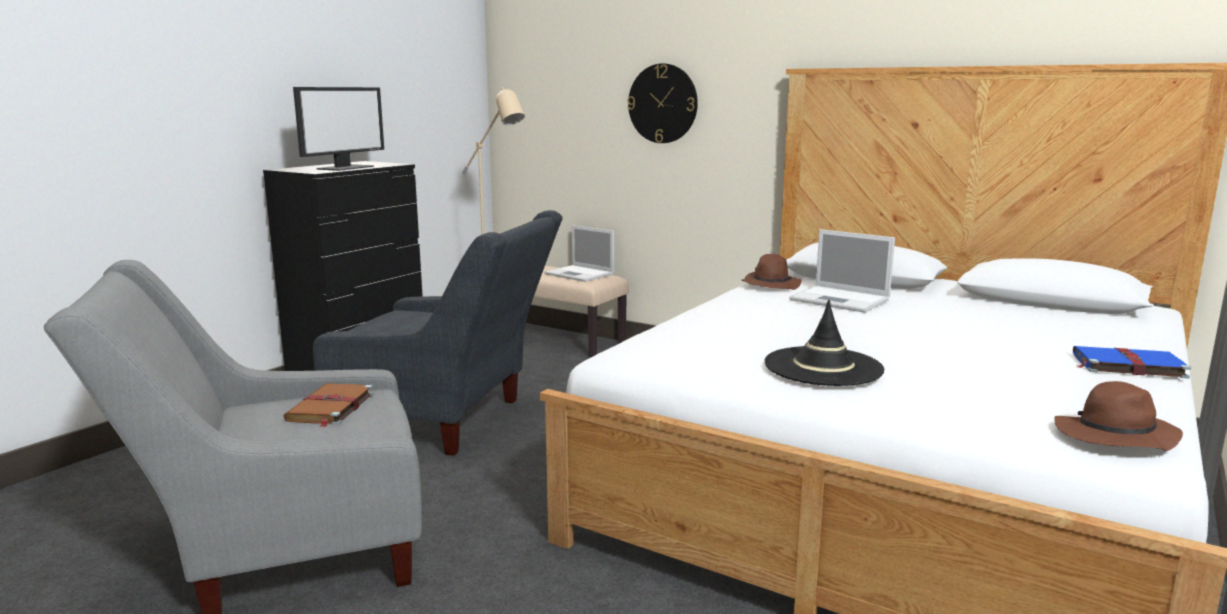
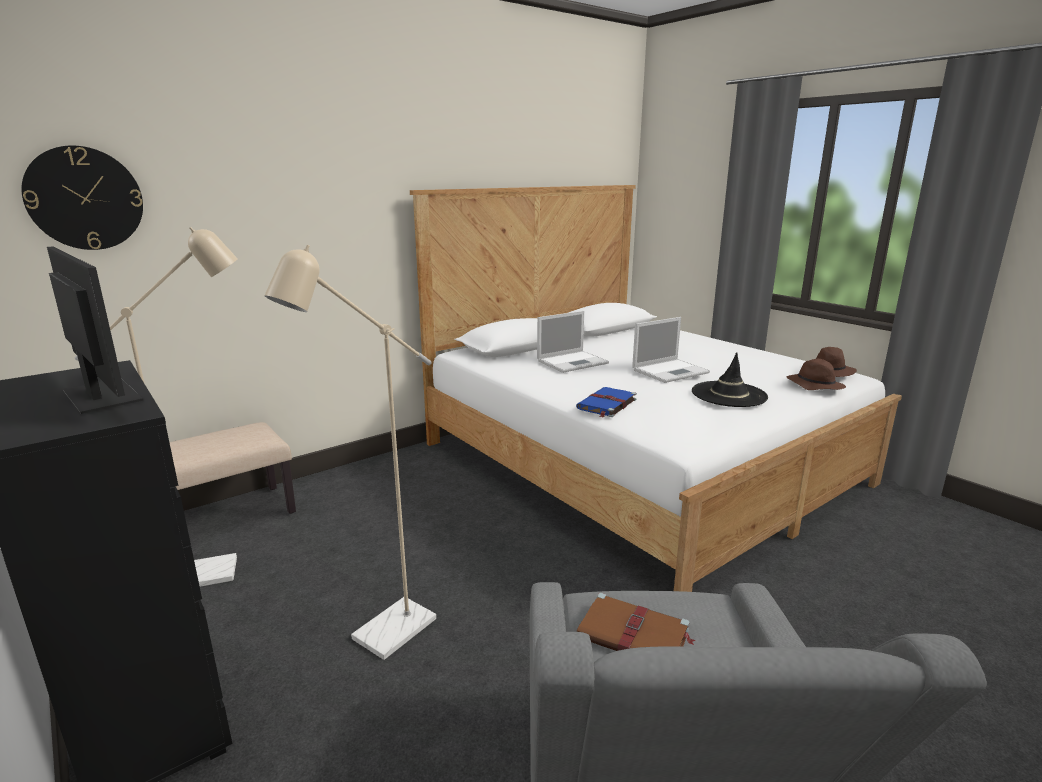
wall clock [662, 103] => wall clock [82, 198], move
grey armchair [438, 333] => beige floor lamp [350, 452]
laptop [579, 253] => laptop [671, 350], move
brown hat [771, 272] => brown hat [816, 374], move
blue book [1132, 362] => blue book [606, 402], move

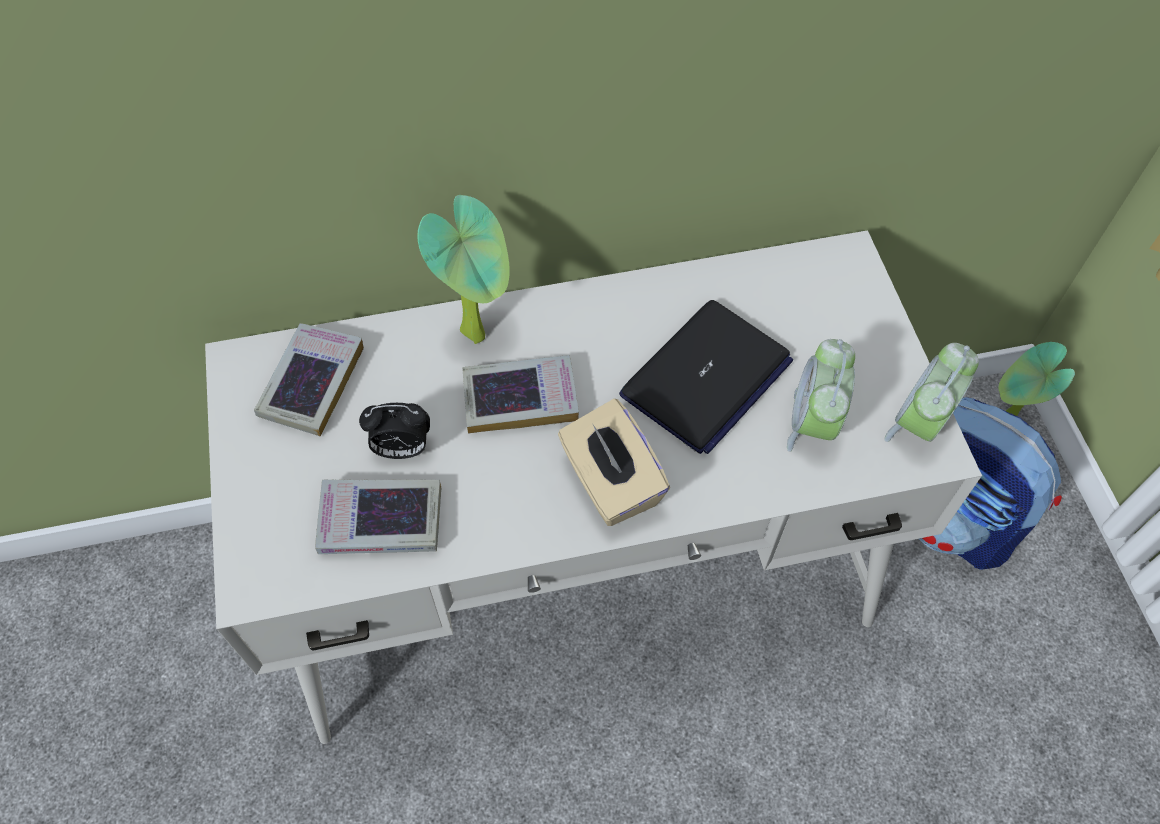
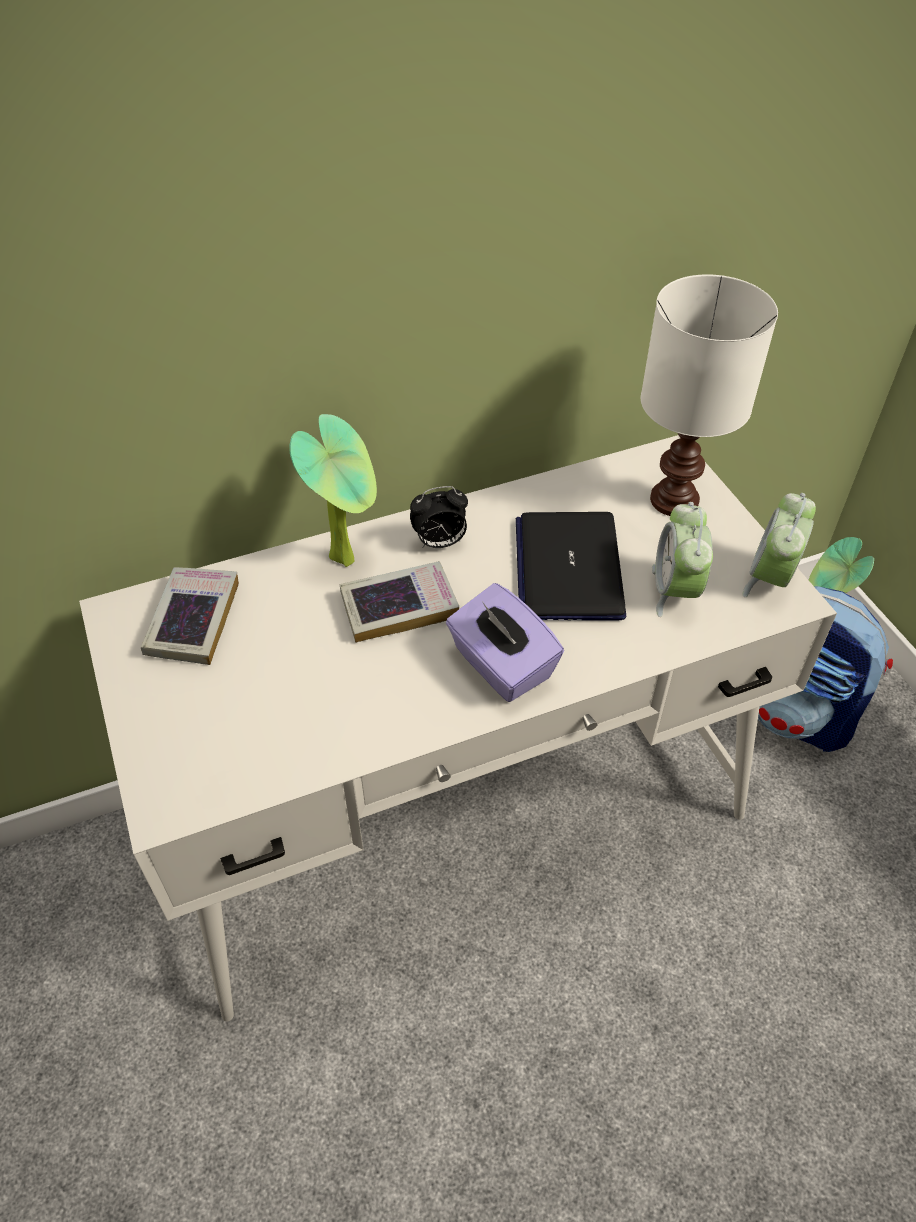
laptop [706, 377] => laptop [571, 566], 150 degrees clockwise
beige tissue box [614, 462] => purple tissue box [505, 642]
alarm clock [394, 431] => alarm clock [439, 517], move
book [378, 517] => nothing
nothing => white table lamp [709, 395]

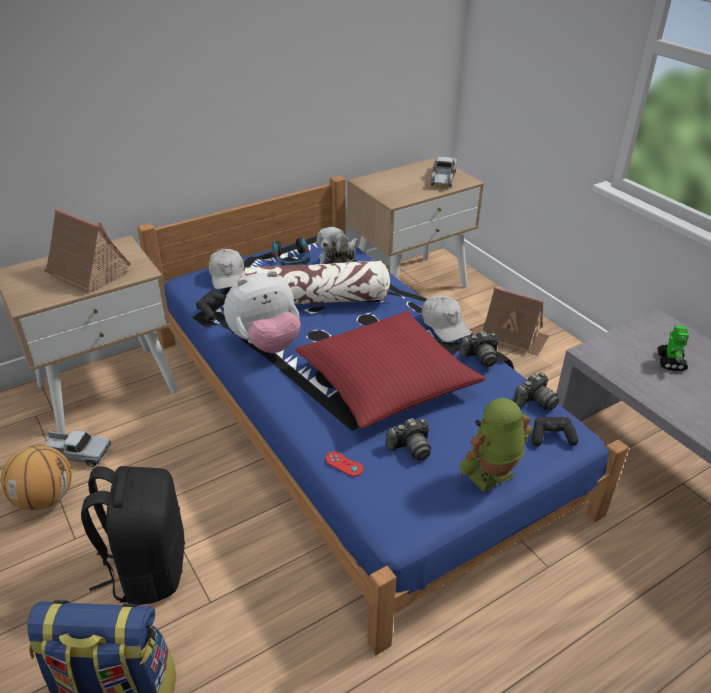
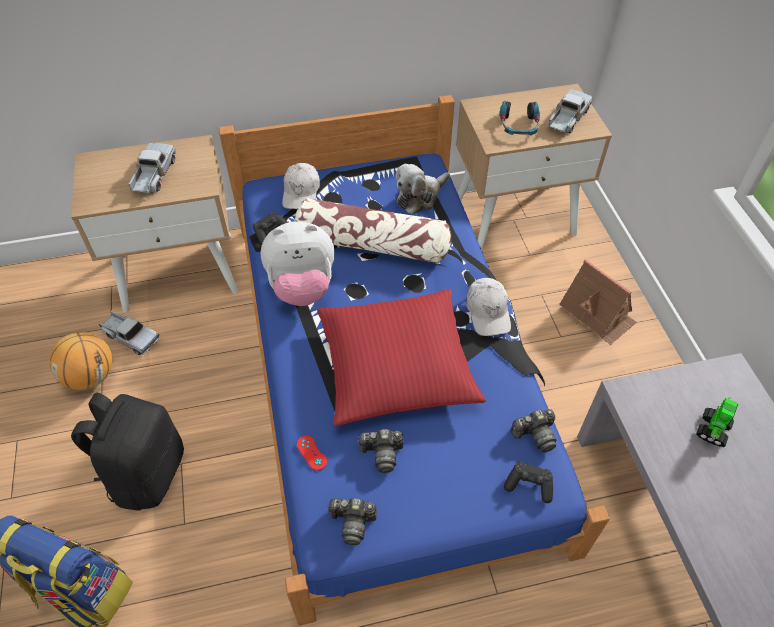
toy house [87, 250] => toy truck [152, 169]
headphones [291, 251] => headphones [519, 118], move
photo camera [478, 349] => photo camera [352, 521], move
toy robot [496, 445] => nothing

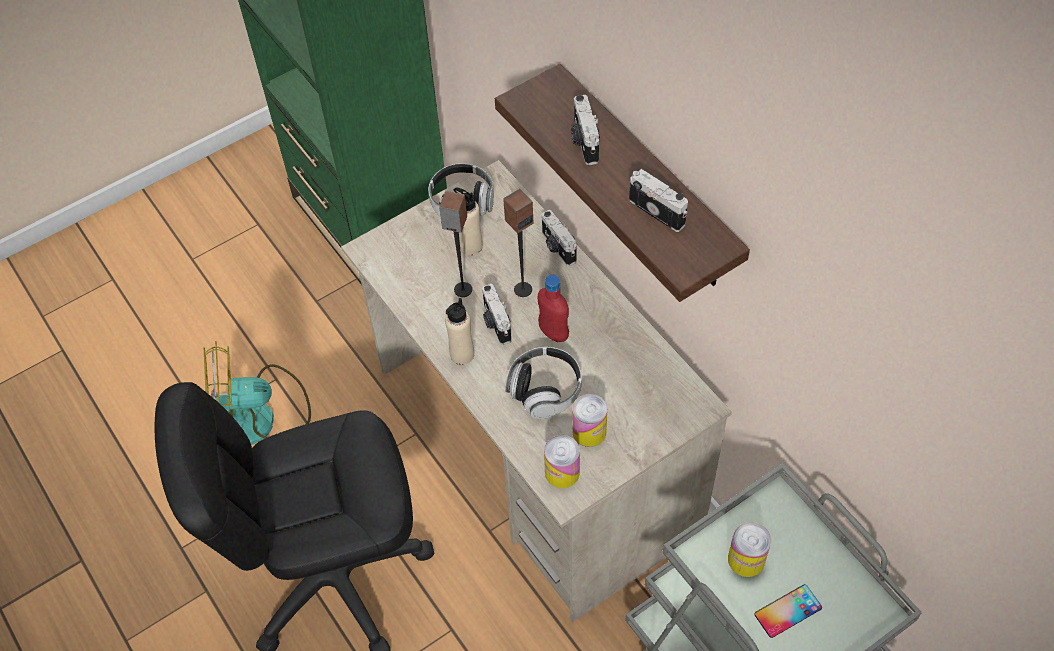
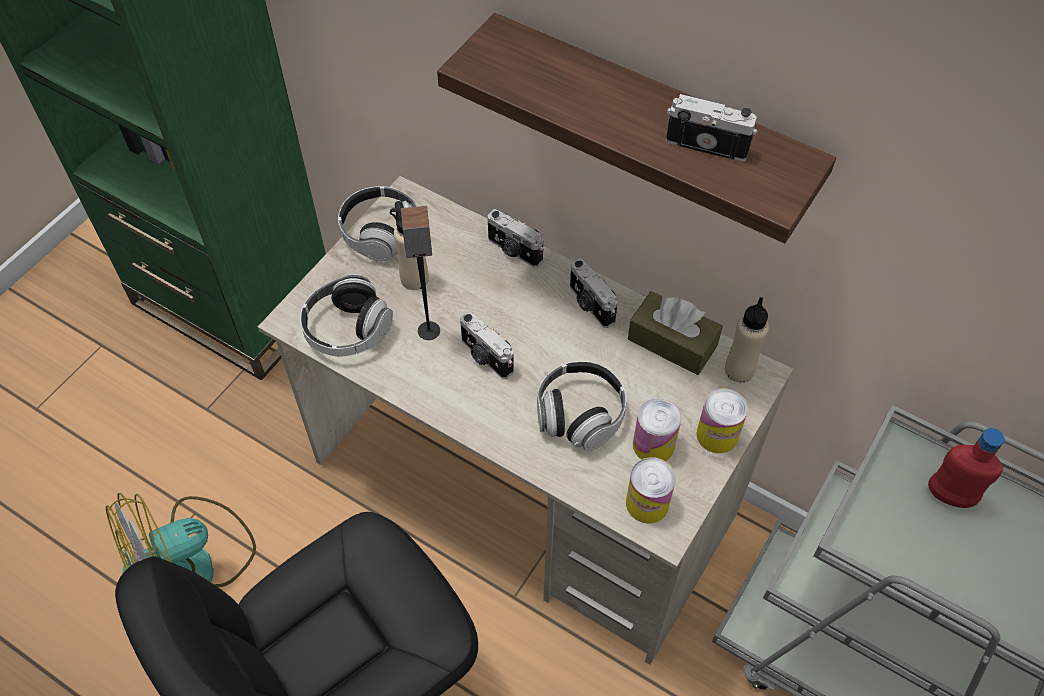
photo camera [585, 130] => photo camera [594, 293], move
speaker [518, 243] => nothing
red bottle [553, 308] => red bottle [966, 468], move
beige bottle [459, 331] => beige bottle [747, 340], move
can [749, 549] => can [722, 420], move
phone [788, 611] => nothing
nothing => headphones [346, 315]
nothing => brown tissue box [675, 333]

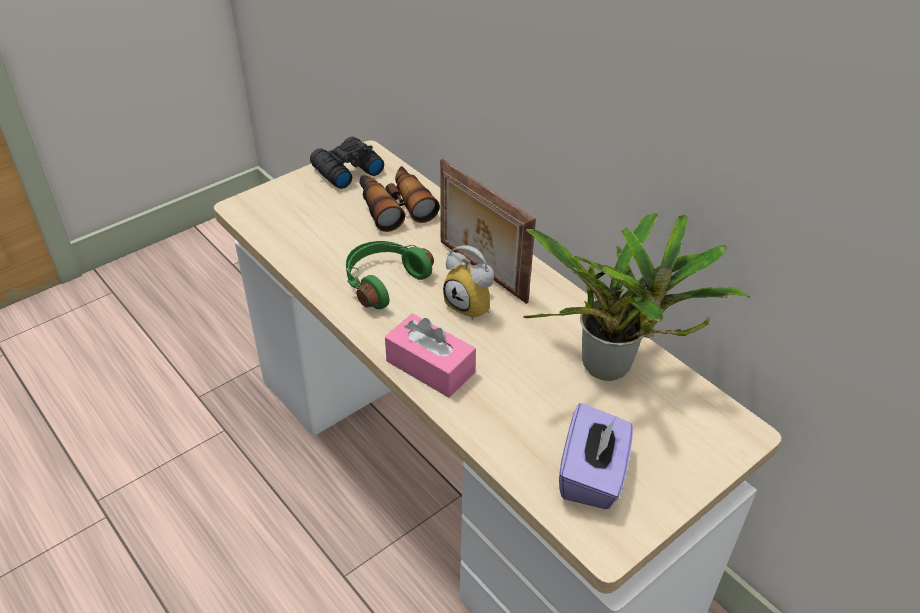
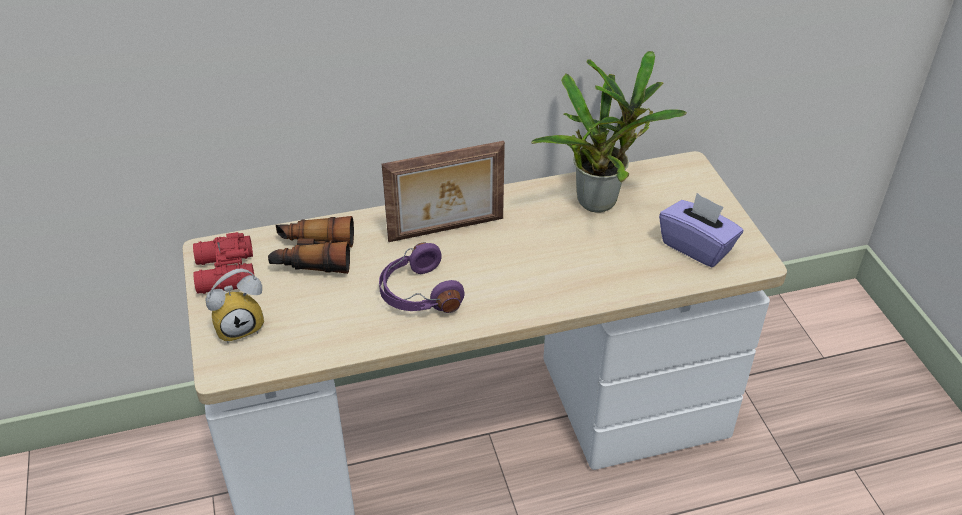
black binoculars [347, 163] => red binoculars [223, 263]
green headphones [390, 275] => purple headphones [422, 278]
alarm clock [468, 282] => alarm clock [234, 305], move
pink tissue box [430, 356] => nothing

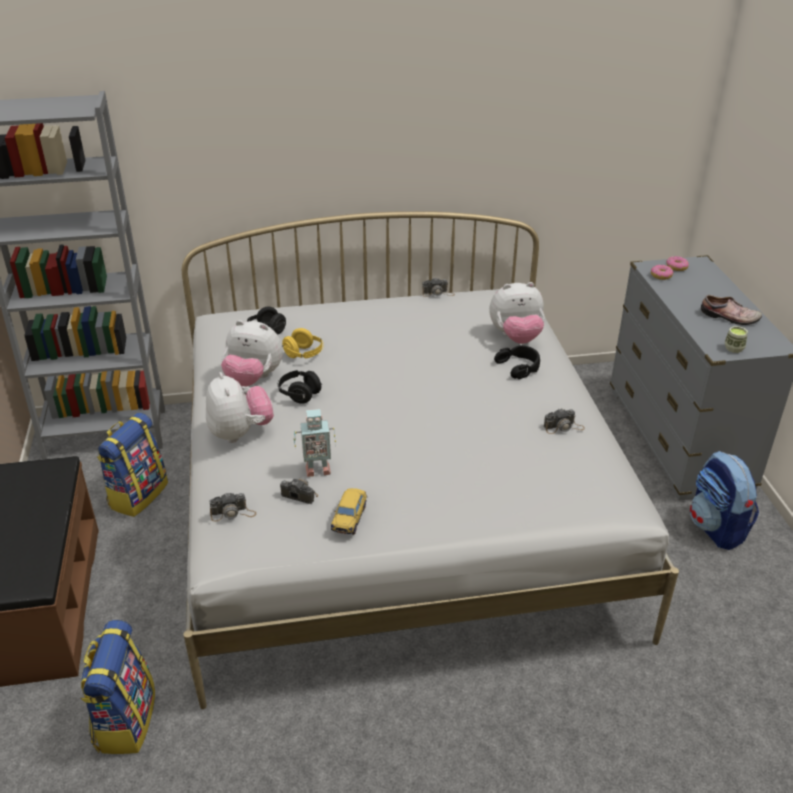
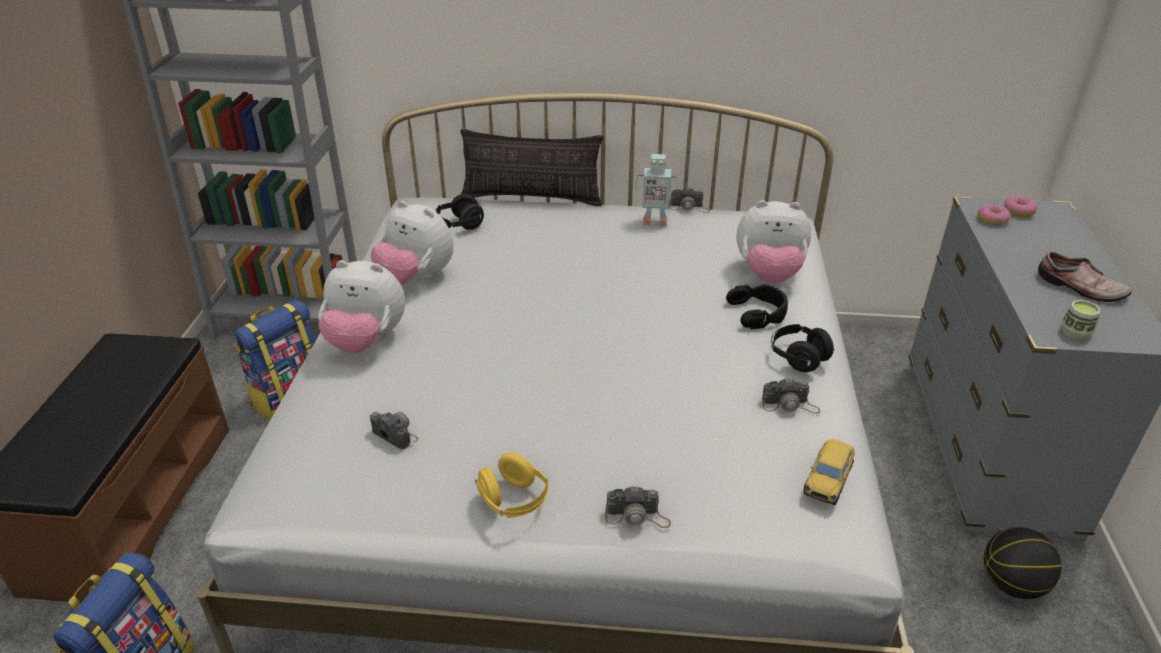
yellow headphones [302, 343] => yellow headphones [512, 485], move
black headphones [300, 387] => black headphones [803, 348], move
plush toy [240, 407] => plush toy [361, 306], 105 degrees clockwise
toy robot [315, 443] => toy robot [656, 190], move
backpack [724, 500] => basketball [1023, 563]
toy car [349, 511] => toy car [829, 472], move
photo camera [233, 506] => photo camera [638, 507], move
nothing => pillow [532, 167]

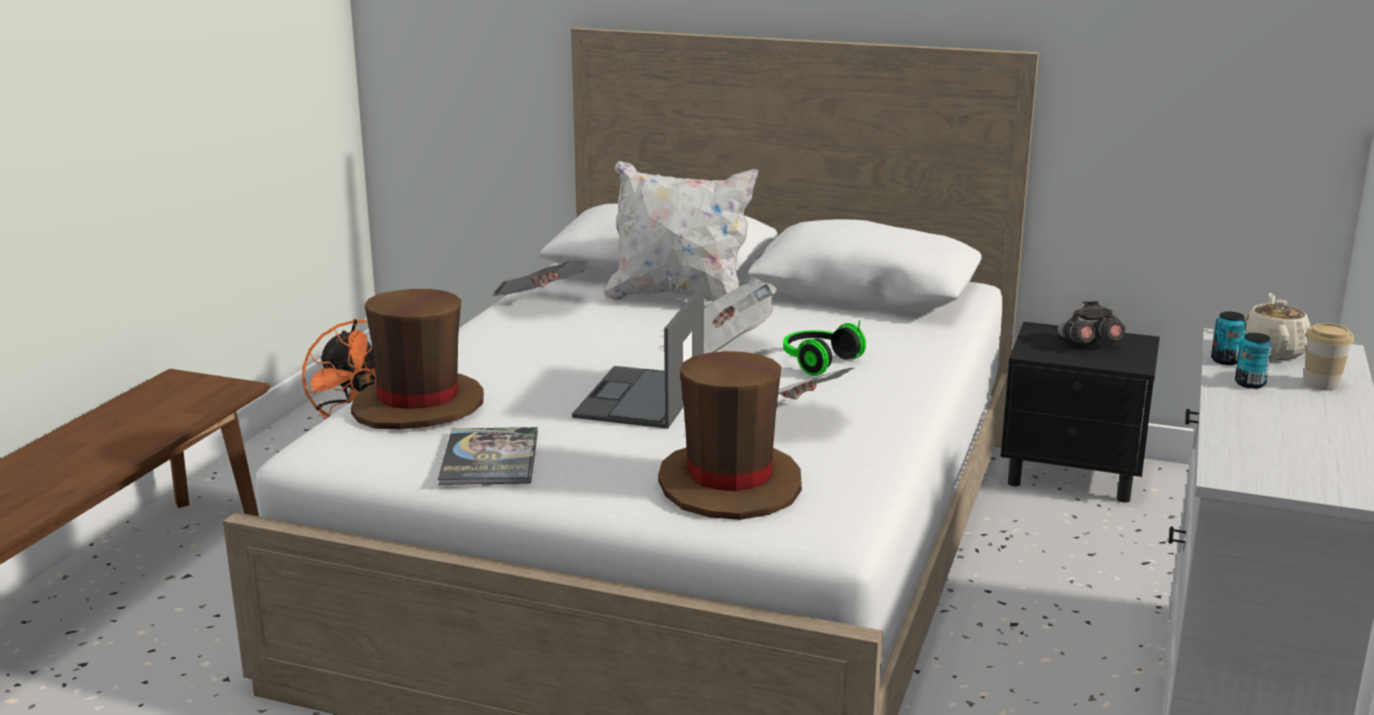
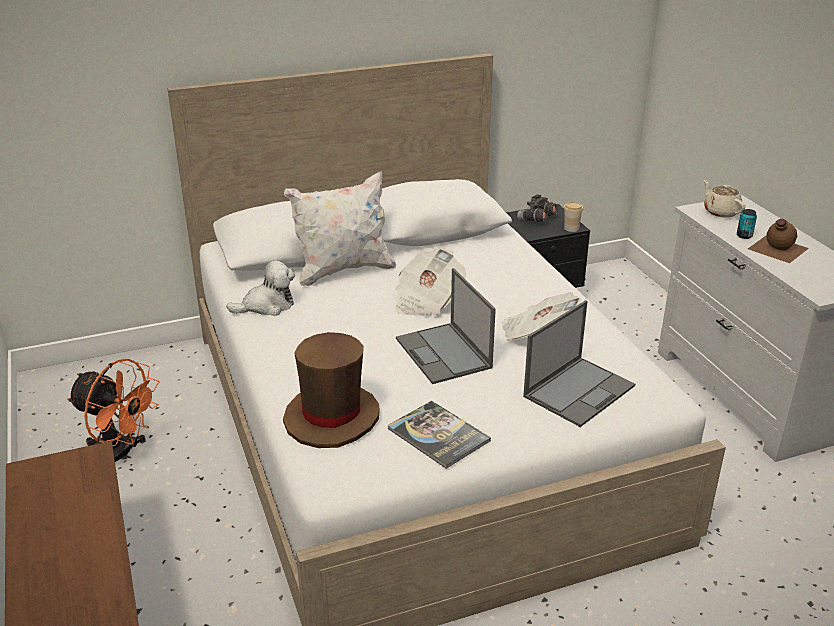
newspaper [540, 278] => plush toy [260, 288]
can [1228, 338] => nothing
headphones [824, 348] => nothing
cup [1329, 357] => cup [573, 217], move
brown hat [730, 435] => laptop [579, 363]
nothing => brown bottle [778, 241]

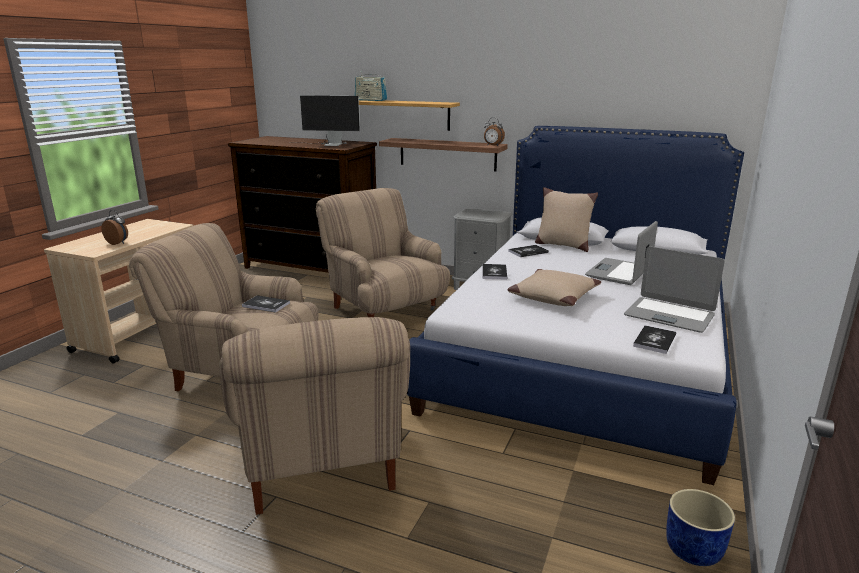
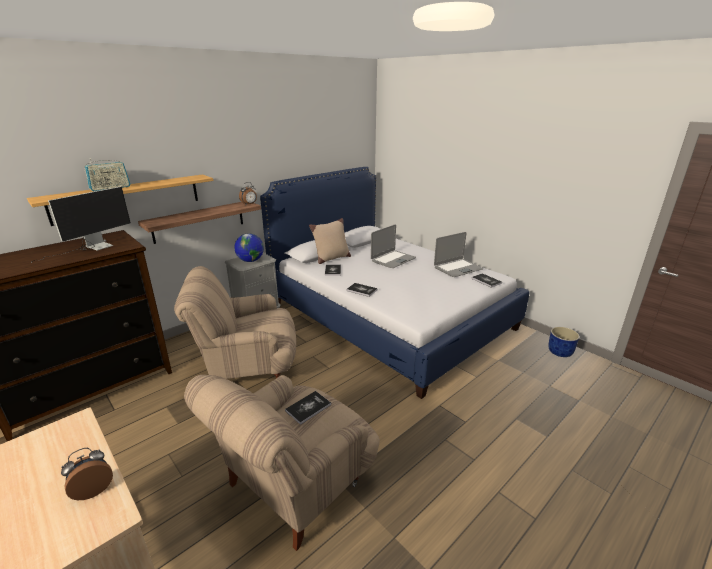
laptop [621, 253] => laptop [393, 246], 105 degrees counterclockwise
beige pillow [554, 287] => nothing
beige armchair [315, 416] => nothing
nothing => globe [249, 247]

